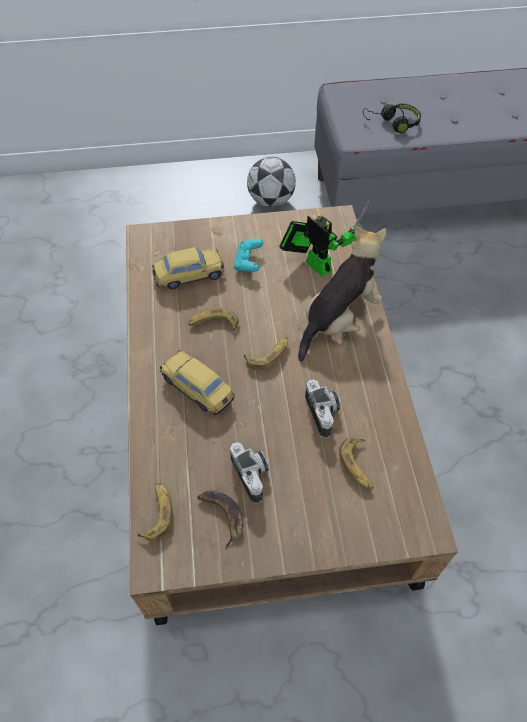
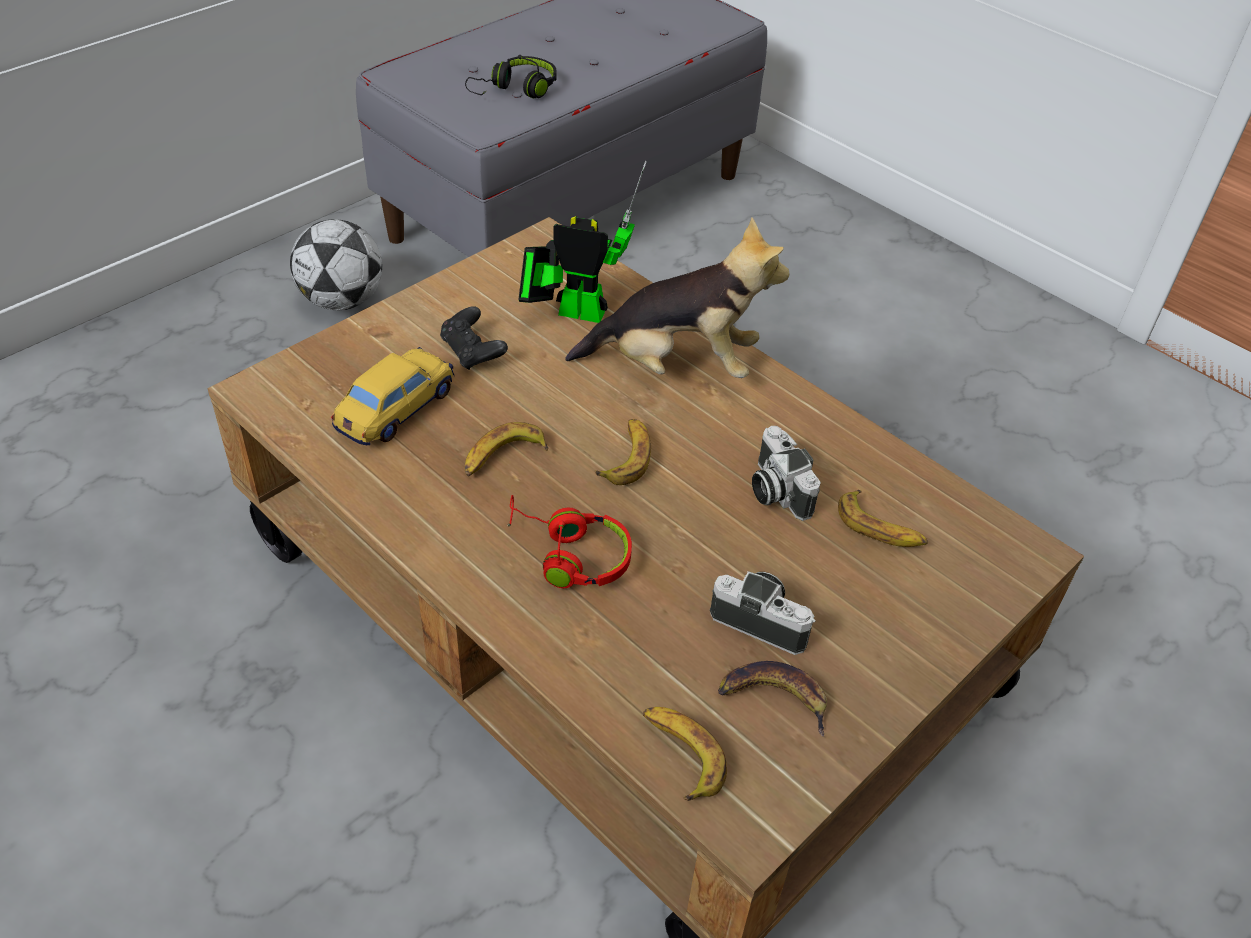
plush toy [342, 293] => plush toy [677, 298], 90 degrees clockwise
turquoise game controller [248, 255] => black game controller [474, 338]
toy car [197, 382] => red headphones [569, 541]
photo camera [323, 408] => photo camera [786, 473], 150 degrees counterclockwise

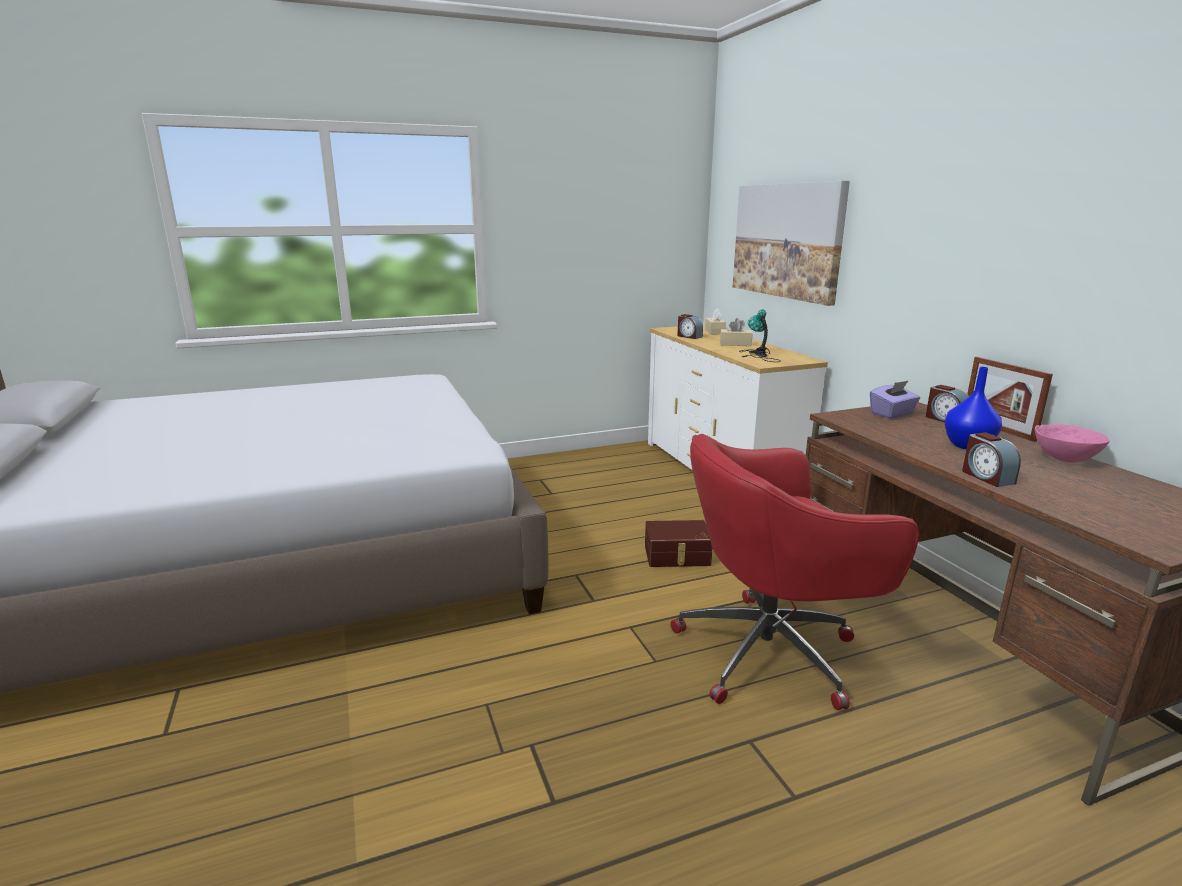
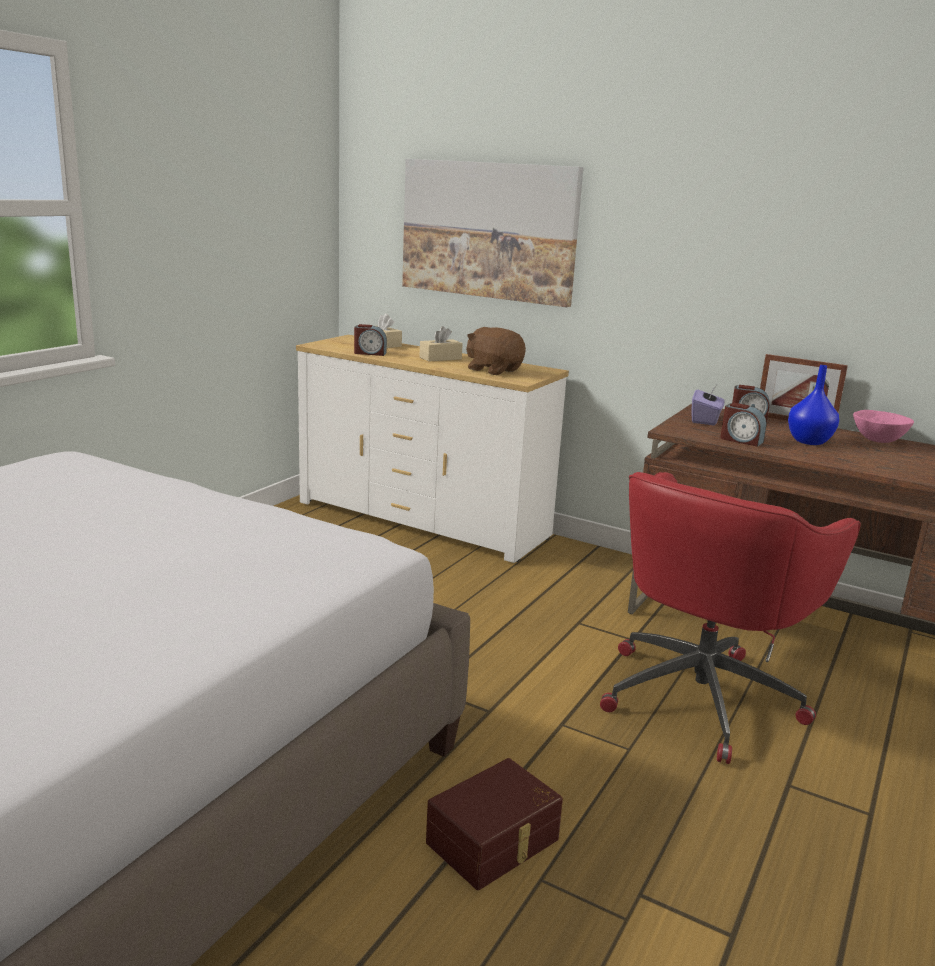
table lamp [760, 335] => brown plush toy [496, 351]
alarm clock [991, 459] => alarm clock [743, 425], move
brown storage box [678, 543] => brown storage box [494, 824], move

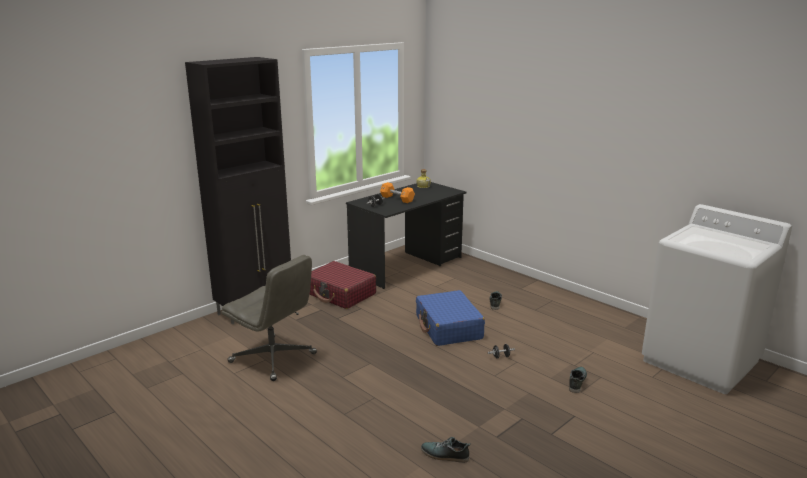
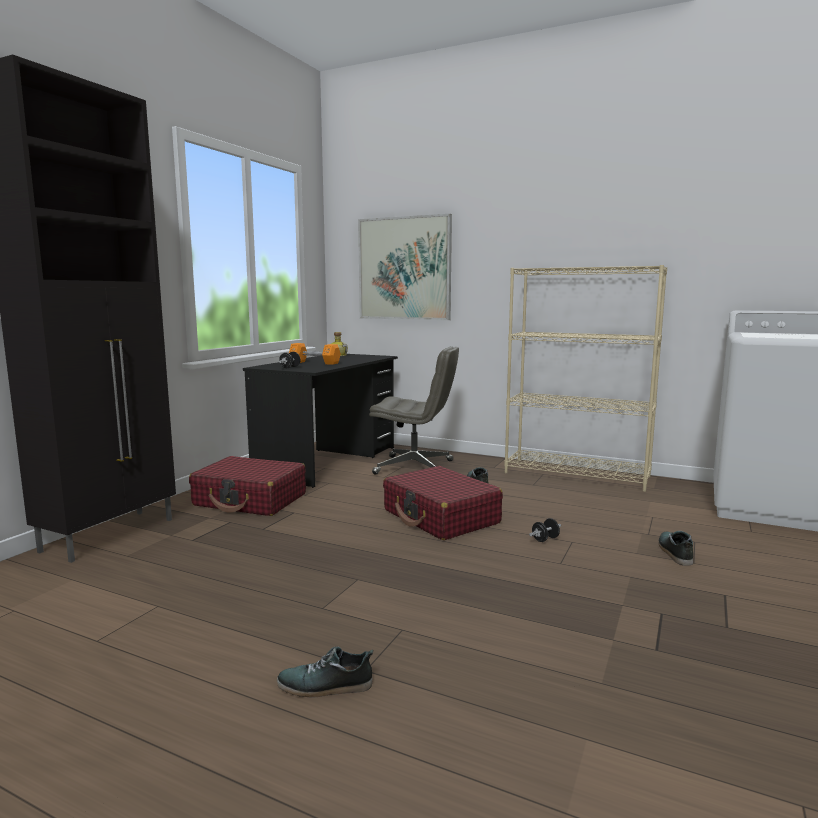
grey office chair [269, 318] => grey office chair [414, 410], move
blue suitcase [450, 318] => red suitcase [443, 503]
shoe [446, 450] => shoe [325, 672], move
nothing => picture [405, 267]
nothing => beige bookcase [585, 378]

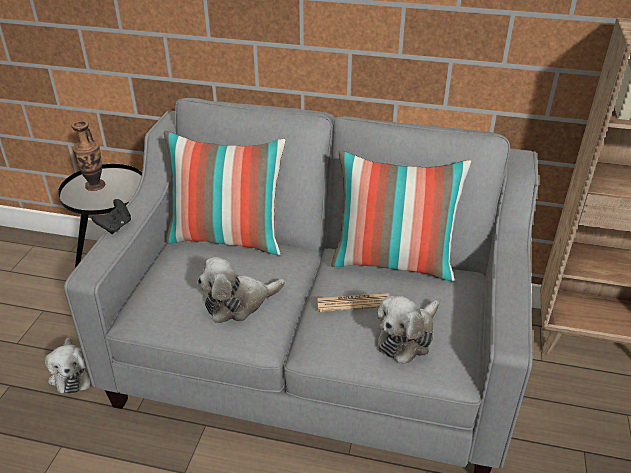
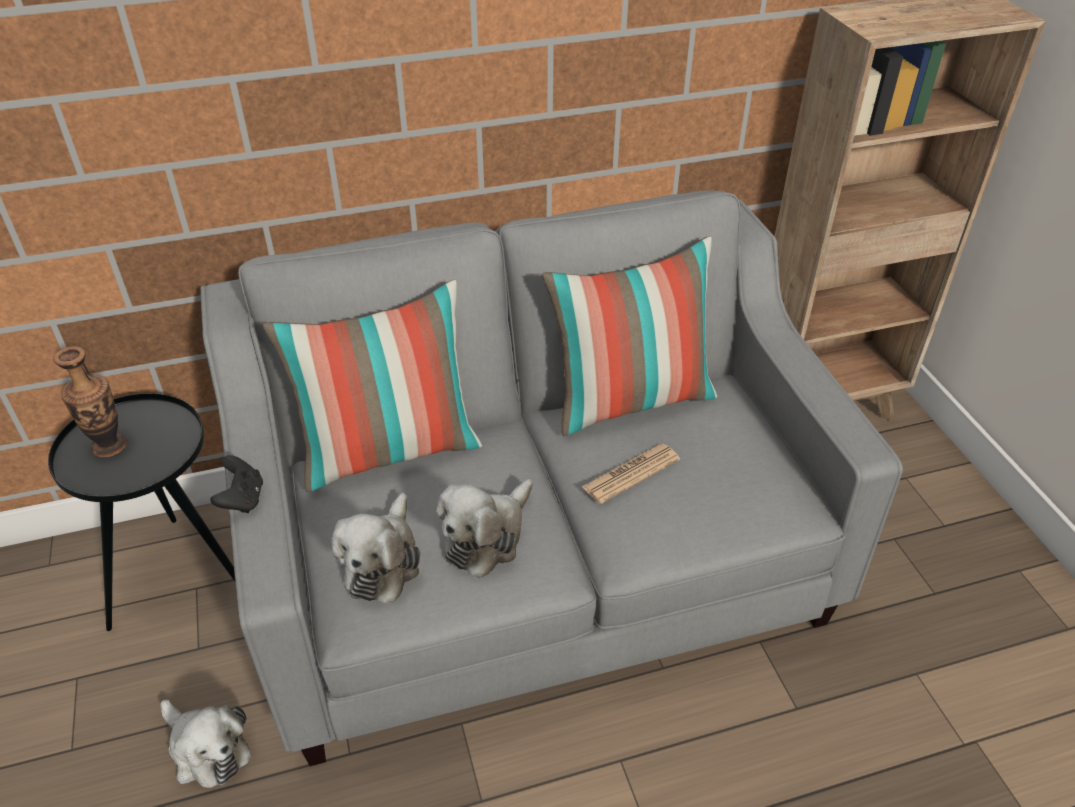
plush toy [408, 330] => plush toy [376, 548], move

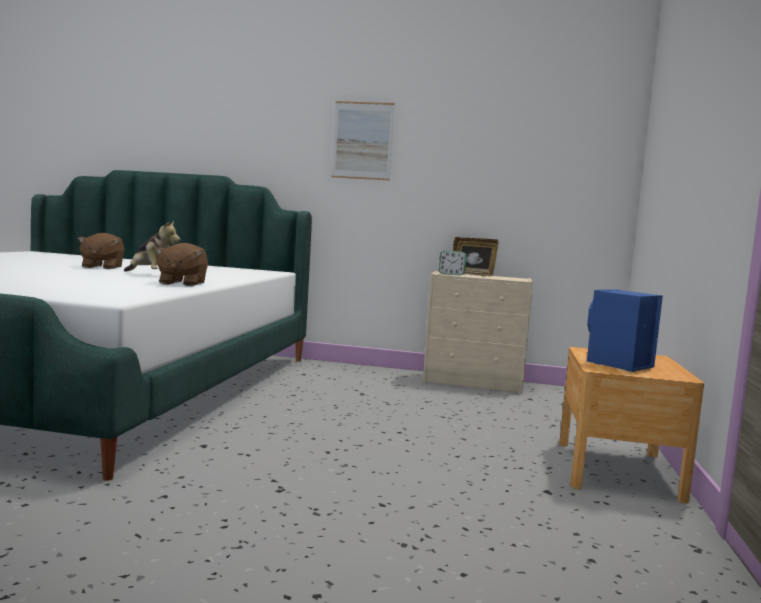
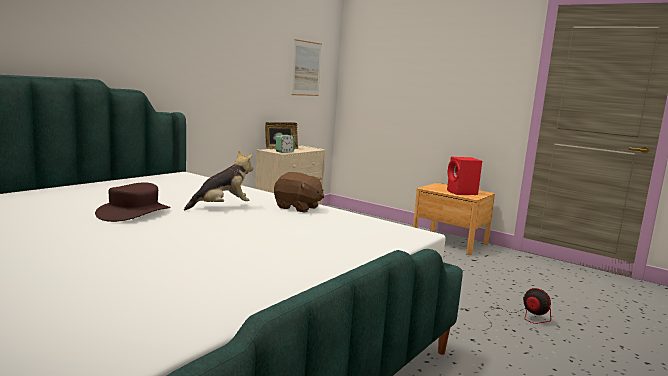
picture [363, 140] => picture [307, 67], move
brown plush toy [101, 251] => brown hat [132, 202]
blue speaker [625, 330] => red speaker [464, 176]
nothing => fan [518, 309]

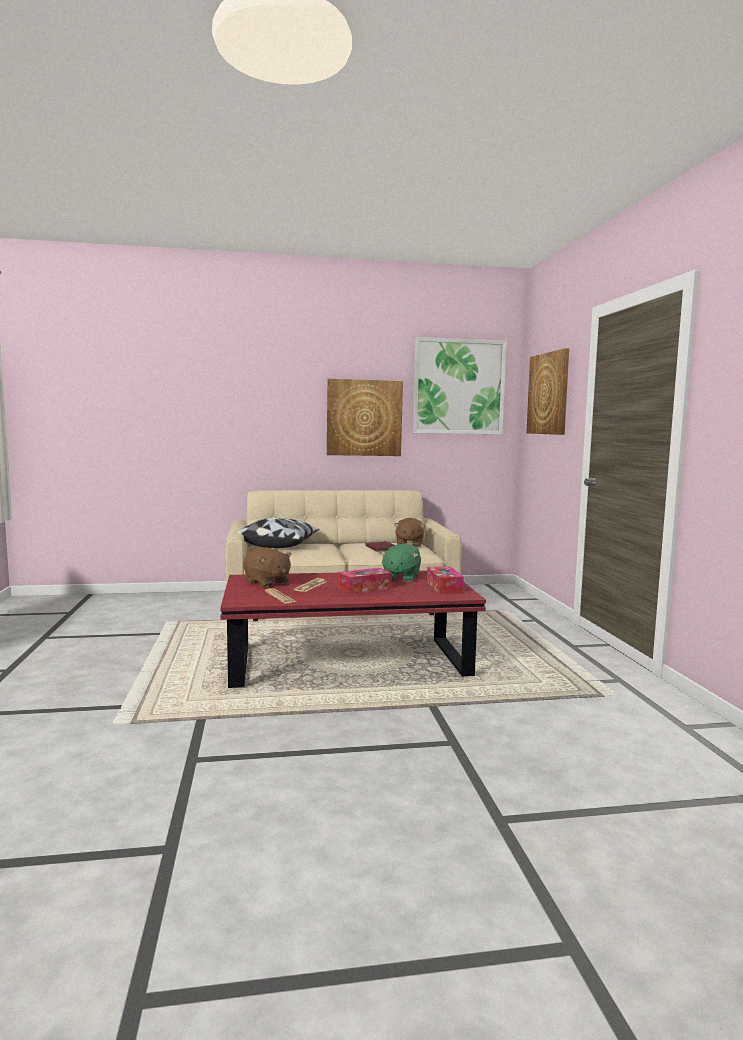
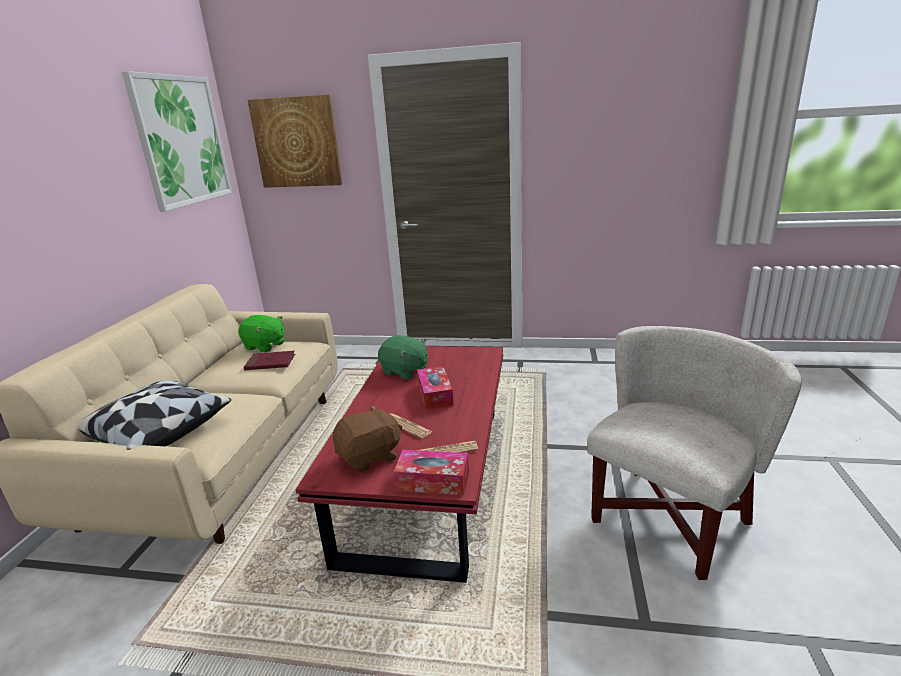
picture [365, 417] => nothing
brown plush toy [409, 532] => green plush toy [261, 333]
tissue box [445, 580] => tissue box [431, 472], move
nothing => white armchair [694, 453]

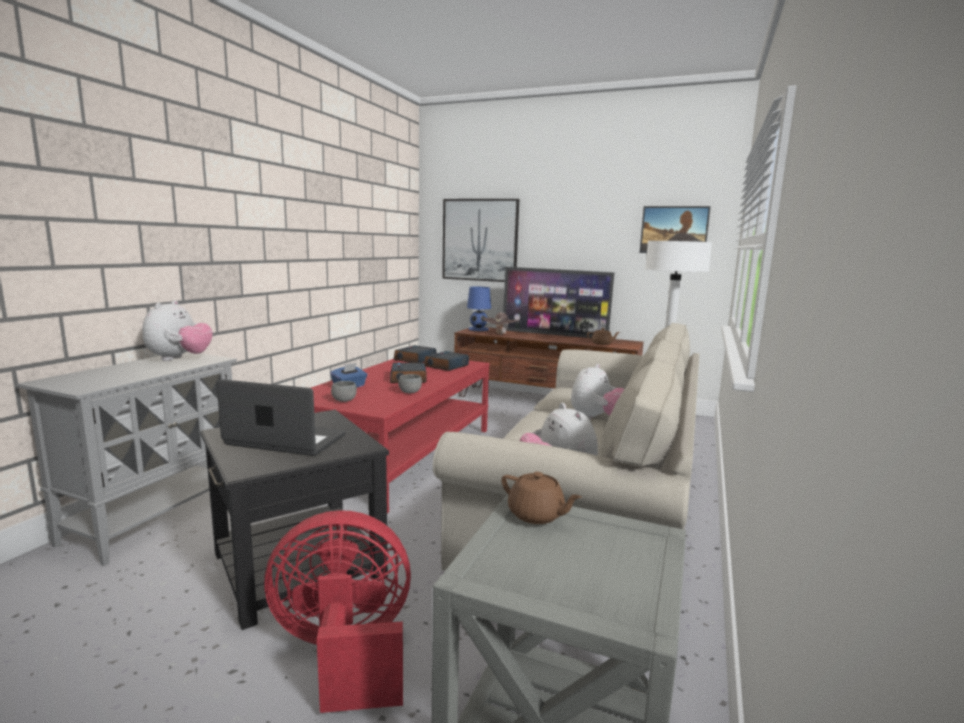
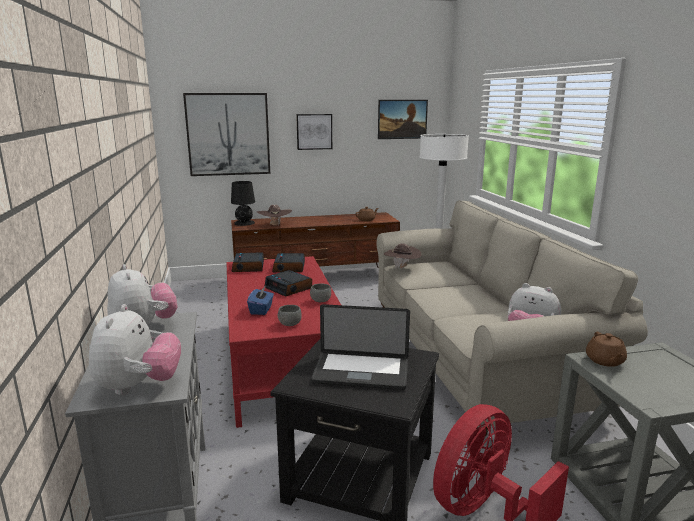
television [558, 302] => nothing
blue table lamp [479, 309] => black table lamp [243, 203]
plush toy [597, 392] => plush toy [135, 349], move
laptop [280, 417] => laptop [360, 347], 150 degrees counterclockwise
brown teapot [541, 498] => brown teapot [606, 349], 90 degrees clockwise
nothing => picture [314, 132]
nothing => brown hat [402, 256]

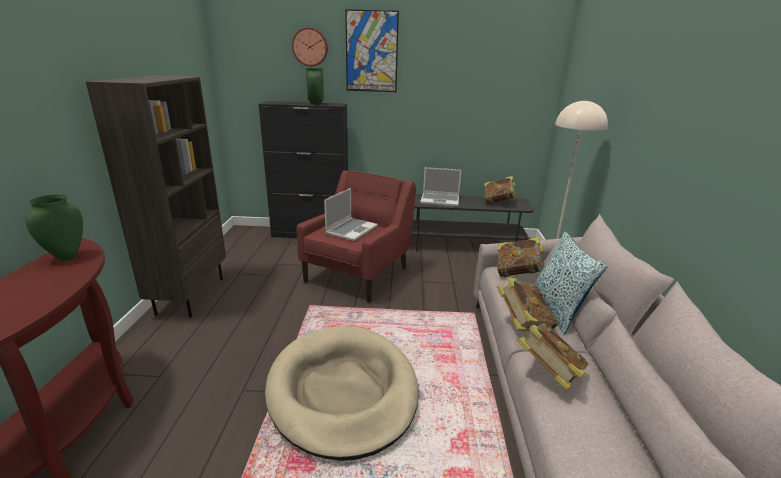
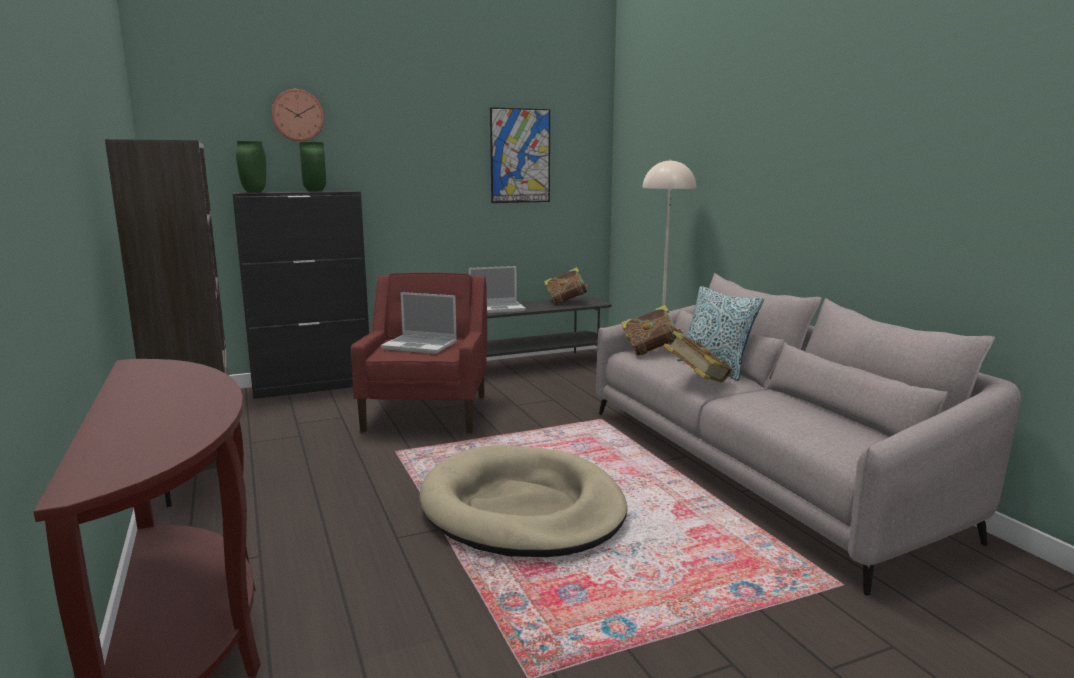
picture [372, 50] => picture [520, 155], move
laptop [351, 214] => laptop [419, 323], 105 degrees clockwise
green vase [54, 227] => green vase [251, 167], move
book [553, 356] => nothing

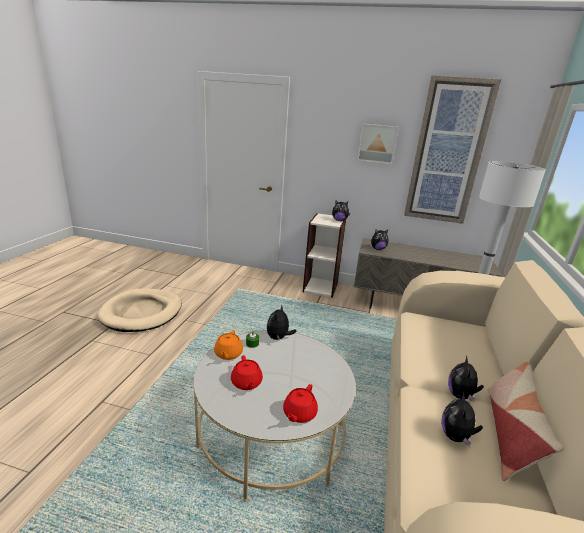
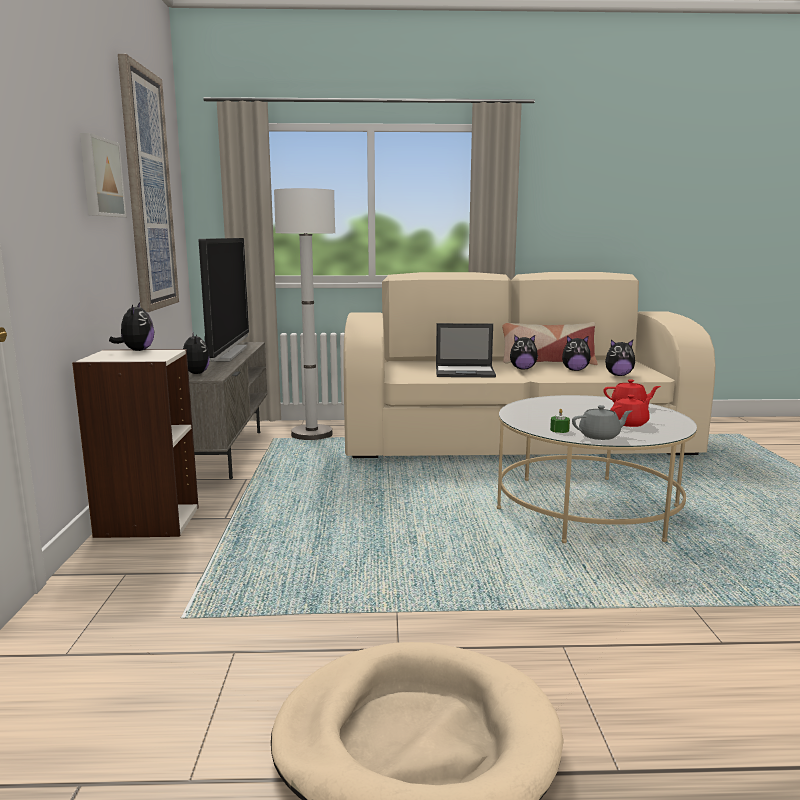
plush toy [282, 322] => plush toy [620, 357], move
orange teapot [228, 345] => grey teapot [602, 422]
nothing => television [224, 300]
nothing => laptop [466, 350]

